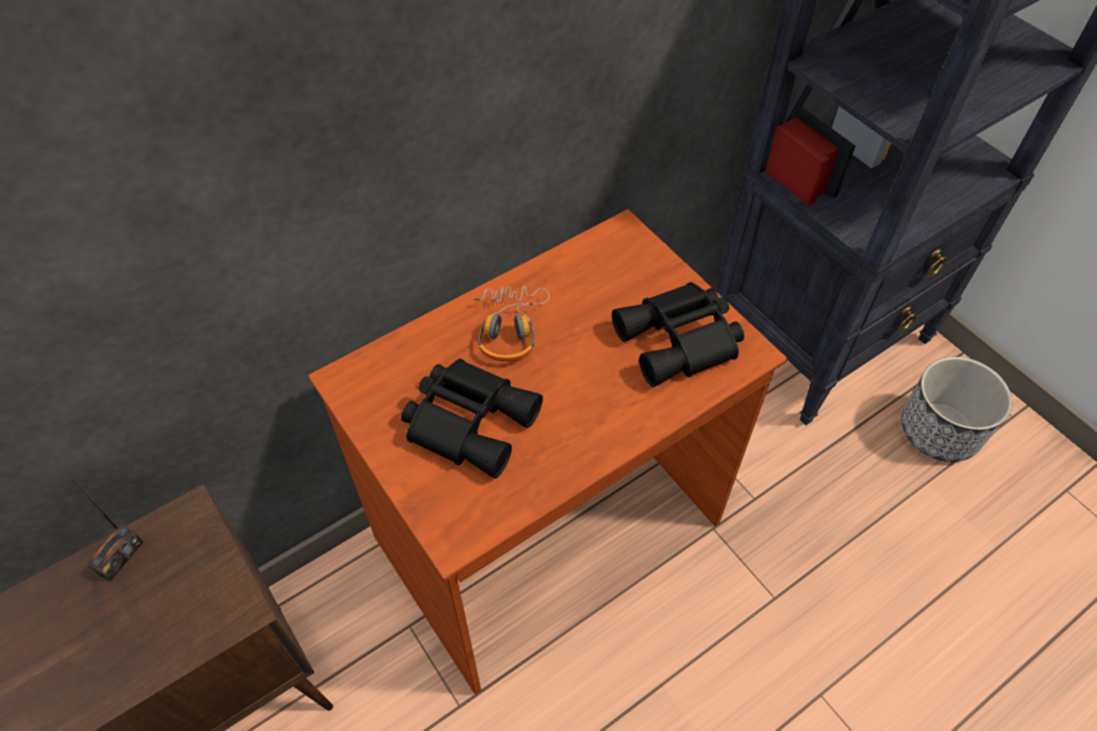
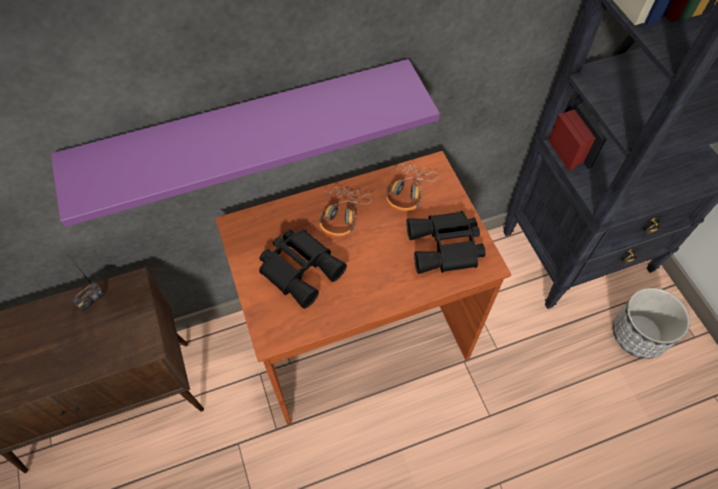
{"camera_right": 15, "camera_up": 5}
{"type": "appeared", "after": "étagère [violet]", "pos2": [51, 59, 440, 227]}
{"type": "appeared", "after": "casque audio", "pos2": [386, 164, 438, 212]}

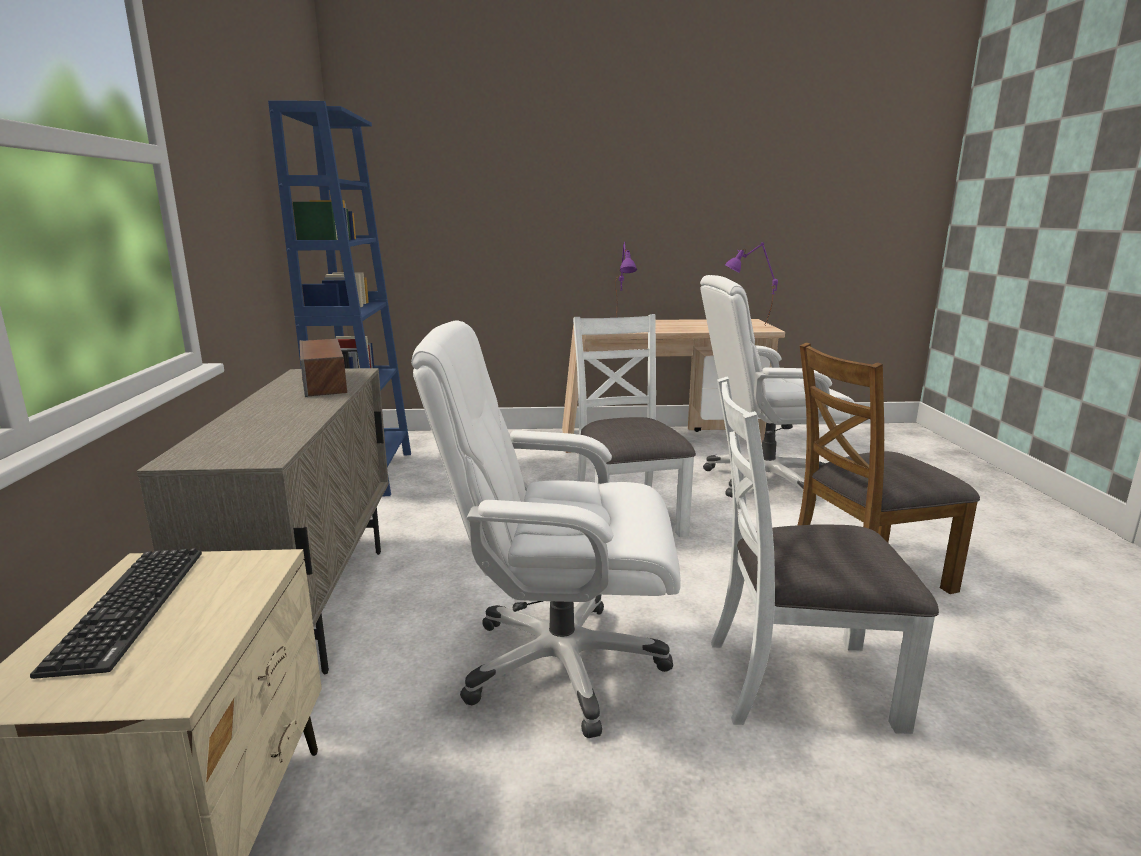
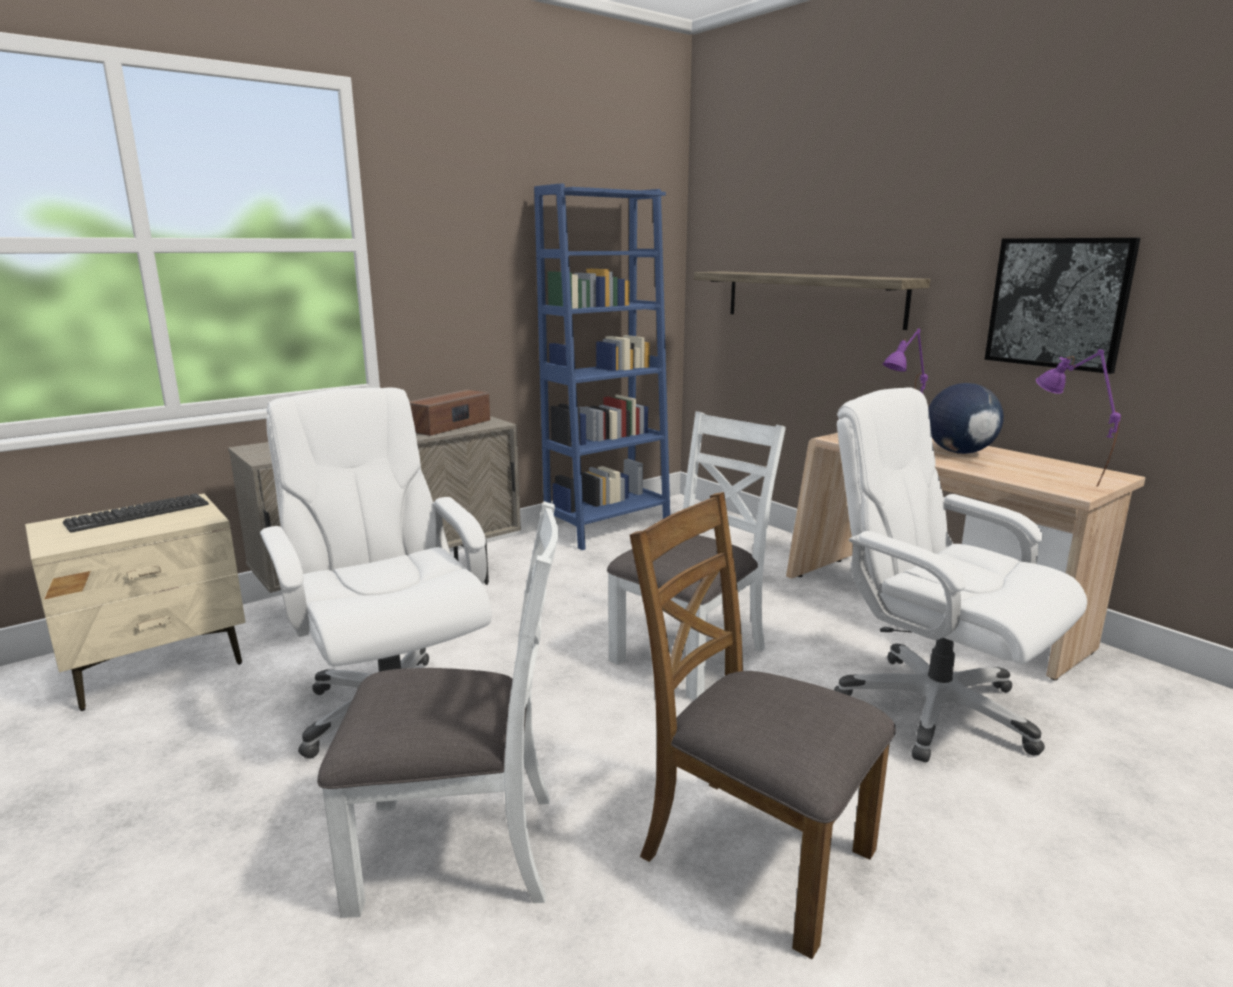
{"camera_right": 55, "camera_up": 0}
{"type": "spun", "before": "chaise [blanc]", "pos1": [711, 377, 939, 734], "pos2": [317, 501, 559, 918], "turn": 120}
{"type": "appeared", "after": "tableau", "pos2": [984, 238, 1141, 374]}
{"type": "appeared", "after": "étagère", "pos2": [694, 271, 930, 330]}
{"type": "appeared", "after": "globe", "pos2": [928, 383, 1004, 454]}

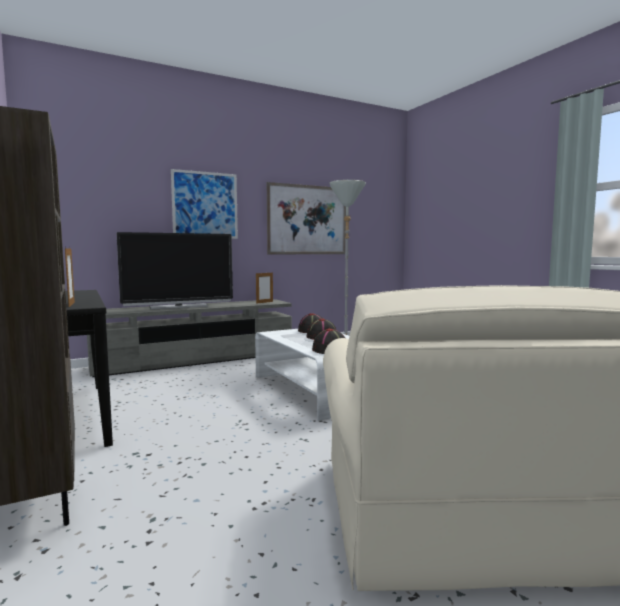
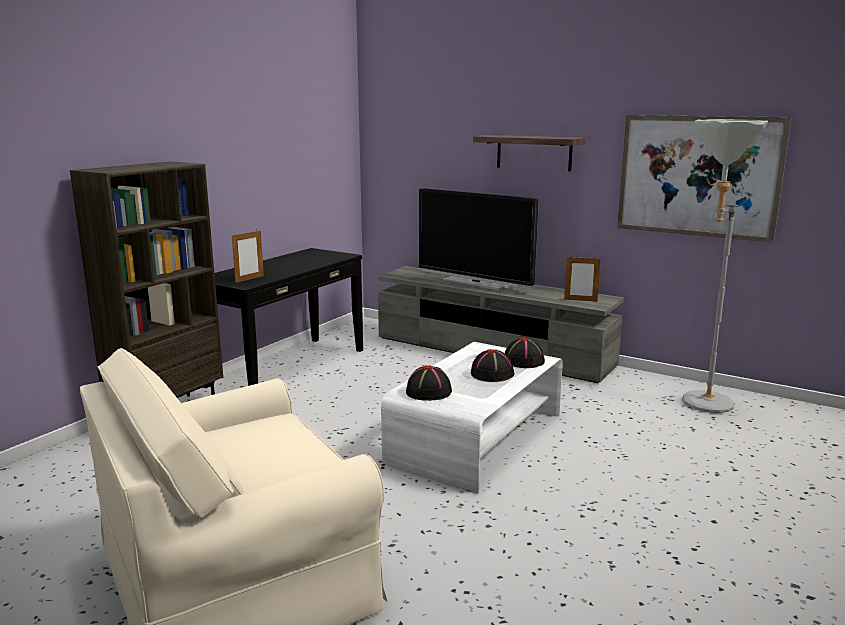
{"camera_right": 60, "camera_up": 10}
{"type": "exchanged", "before": "tableau", "after": "étagère", "pos1": [171, 169, 238, 239], "pos2": [473, 135, 585, 171]}

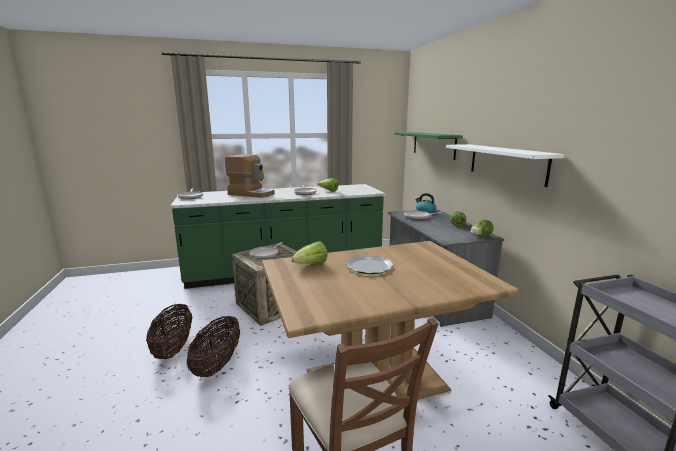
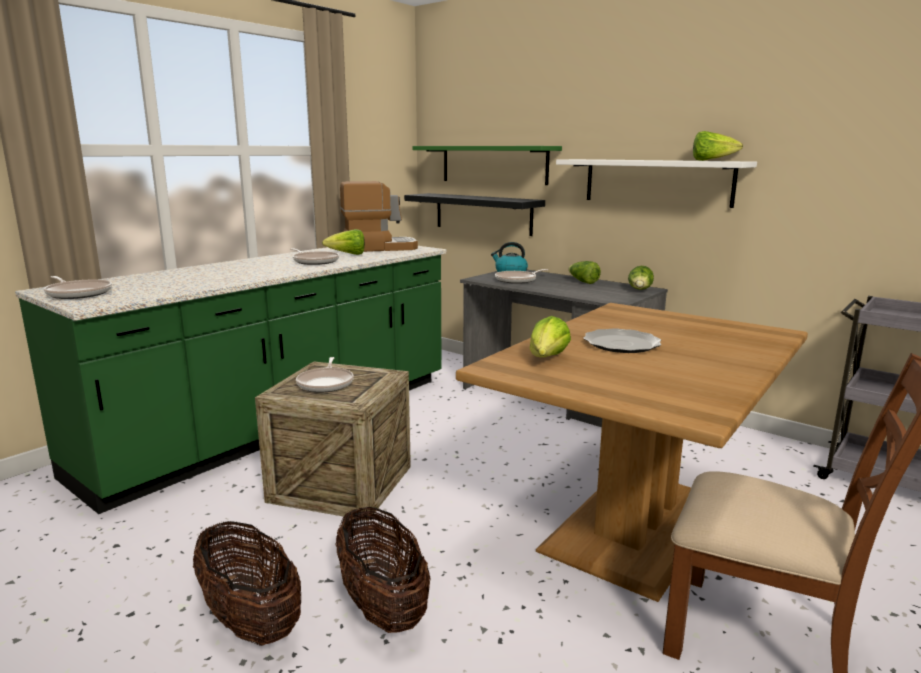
{"camera_right": -35, "camera_up": 0}
{"type": "relocated", "before": "machine à café", "pos1": [225, 154, 275, 198], "pos2": [340, 181, 418, 252]}
{"type": "appeared", "after": "laitue", "pos2": [693, 131, 743, 161]}
{"type": "appeared", "after": "étagère [noir]", "pos2": [404, 193, 545, 236]}

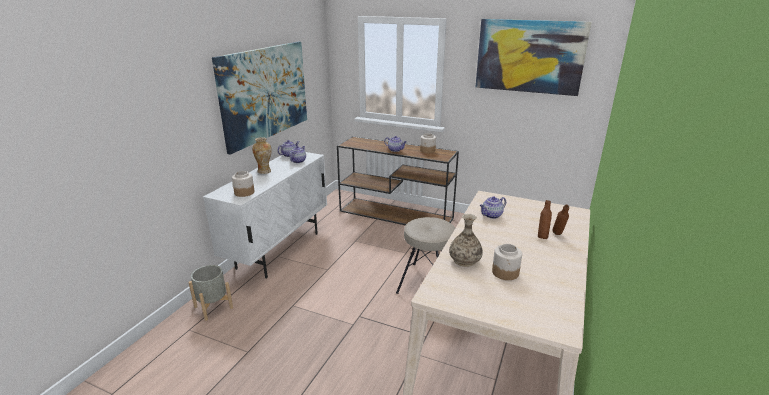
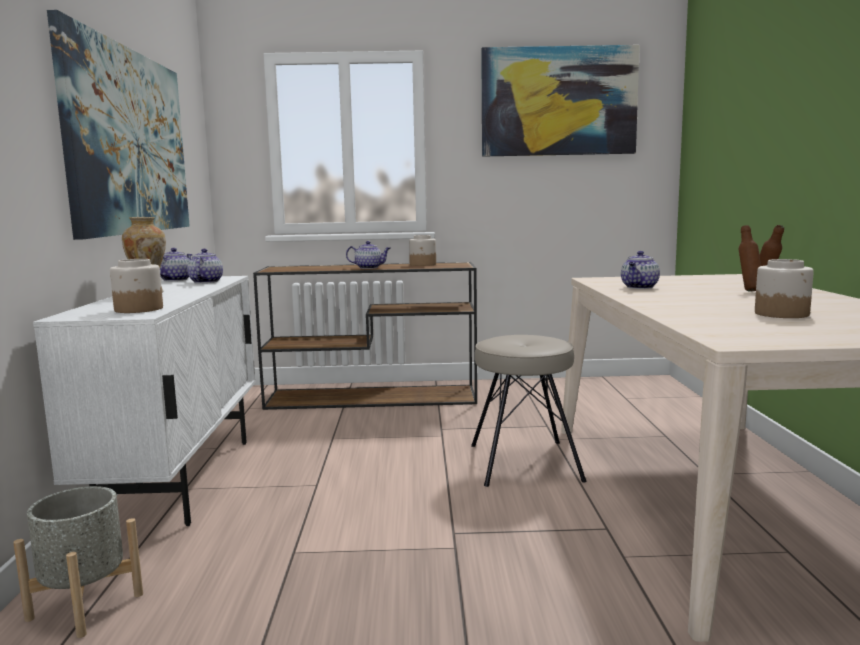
{"camera_right": -25, "camera_up": -15}
{"type": "missing", "before": "vase", "pos1": [449, 214, 483, 267]}

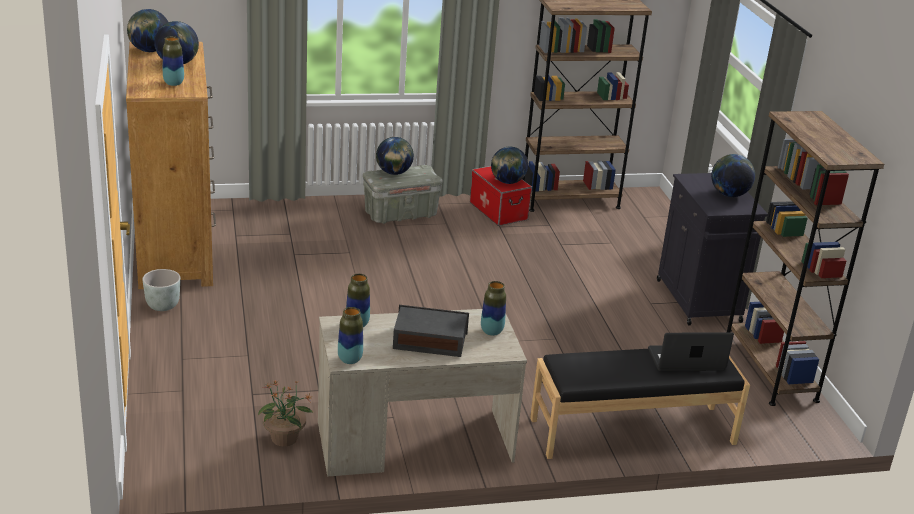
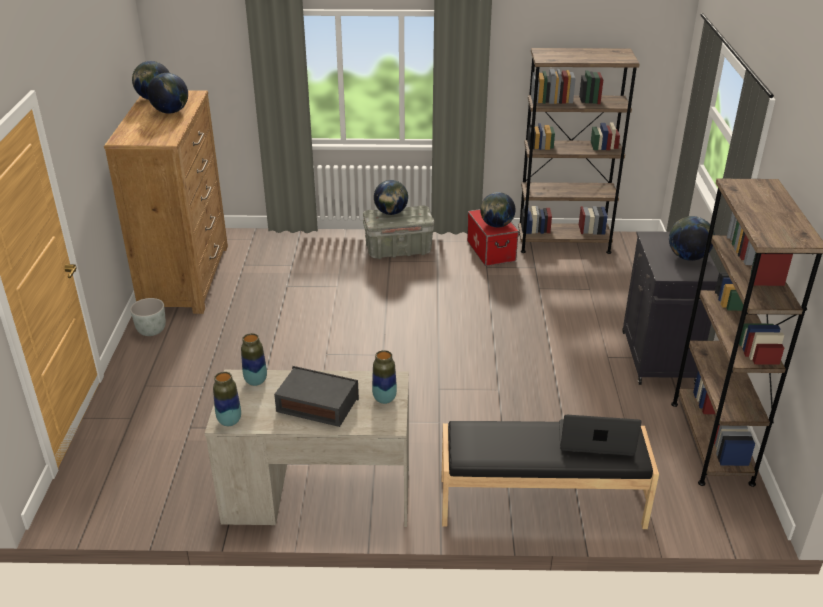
{"camera_right": 15, "camera_up": 5}
{"type": "missing", "before": "vase", "pos1": [163, 36, 184, 86]}
{"type": "missing", "before": "plante en pot", "pos1": [258, 381, 314, 446]}

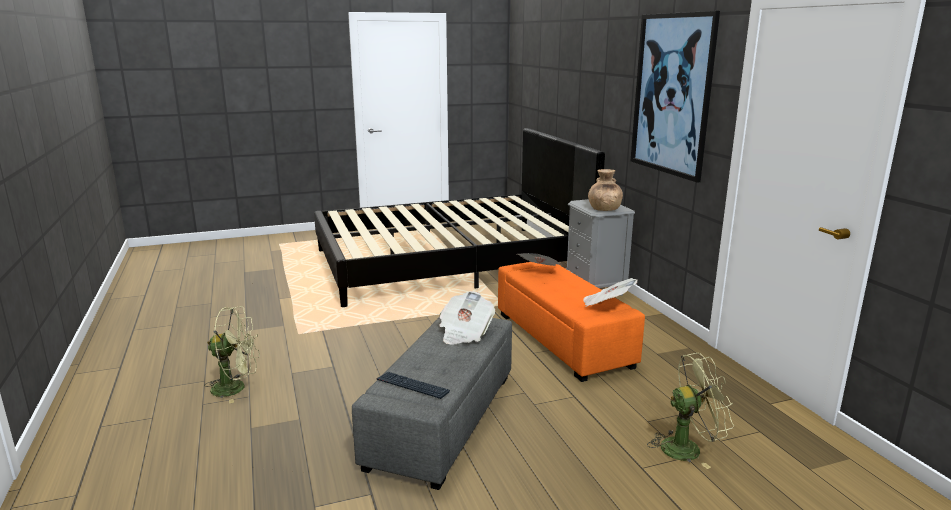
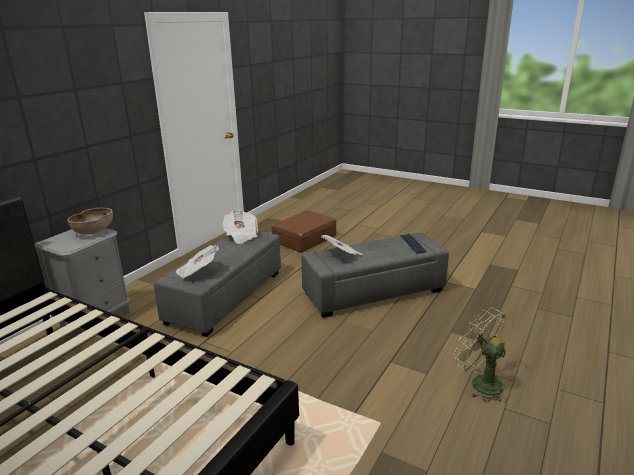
{"camera_right": -130, "camera_up": 5}
{"type": "missing", "before": "tableau", "pos1": [631, 11, 720, 183]}
{"type": "exchanged", "before": "vase [marron]", "after": "bol [marron]", "pos1": [588, 169, 623, 211], "pos2": [67, 208, 113, 235]}
{"type": "colour", "before": "pouf [orange]", "after": "pouf [gris]", "pos1": [498, 262, 645, 382], "pos2": [153, 231, 281, 337]}
{"type": "exchanged", "before": "ventilateur [vert]", "after": "valise [marron]", "pos1": [647, 353, 734, 469], "pos2": [271, 210, 336, 253]}

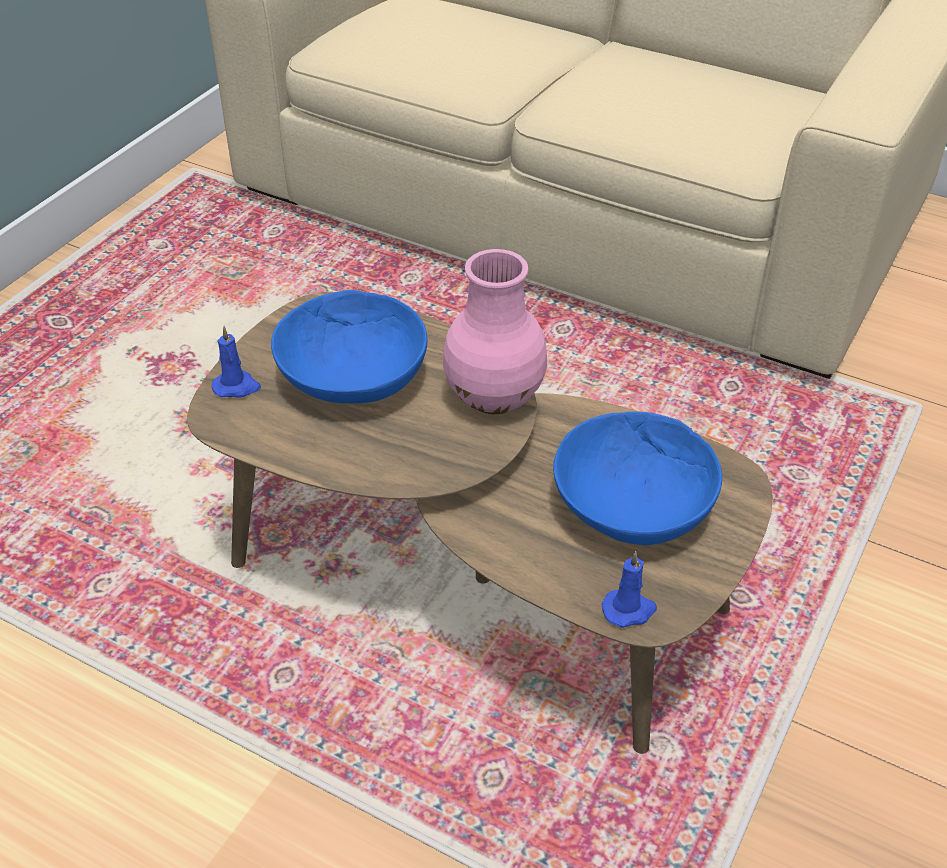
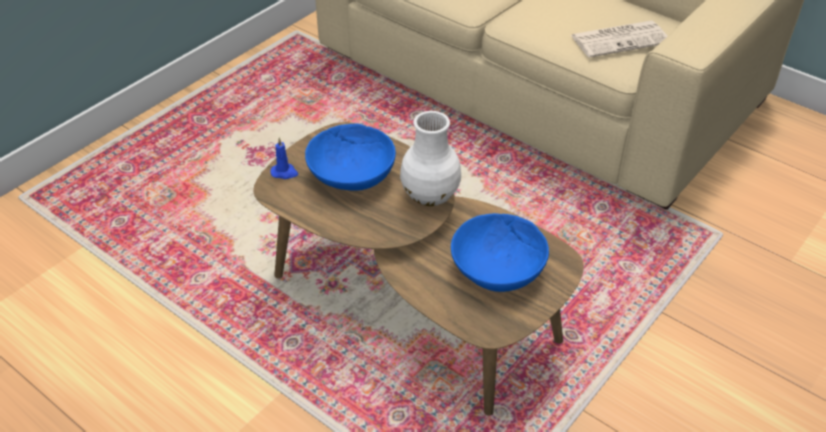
{"camera_right": 10, "camera_up": 0}
{"type": "colour", "before": "vase [rose]", "after": "vase [blanc]", "pos1": [443, 249, 547, 414], "pos2": [400, 111, 461, 206]}
{"type": "missing", "before": "bougie [bleu]", "pos1": [602, 551, 657, 628]}
{"type": "appeared", "after": "journal", "pos2": [571, 21, 667, 58]}

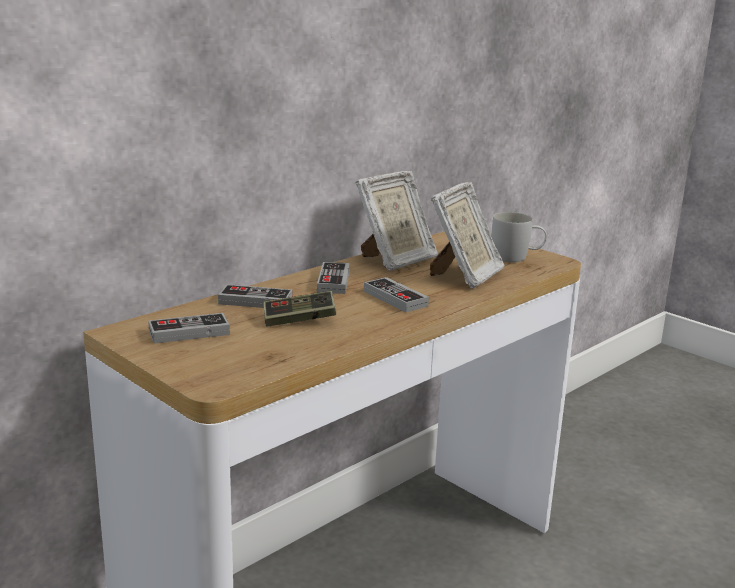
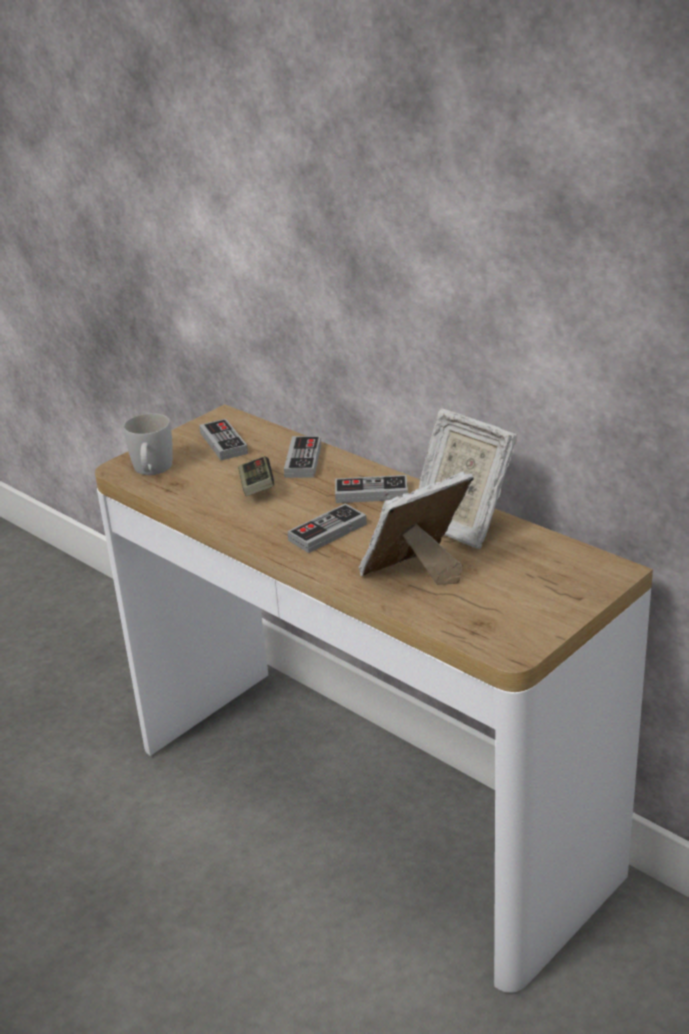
{"camera_right": 90, "camera_up": 10}
{"type": "spun", "before": "cadre photo", "pos1": [430, 182, 504, 289], "pos2": [359, 471, 474, 585], "turn": 120}
{"type": "relocated", "before": "mug [blanc]", "pos1": [492, 212, 547, 262], "pos2": [124, 413, 173, 475]}

